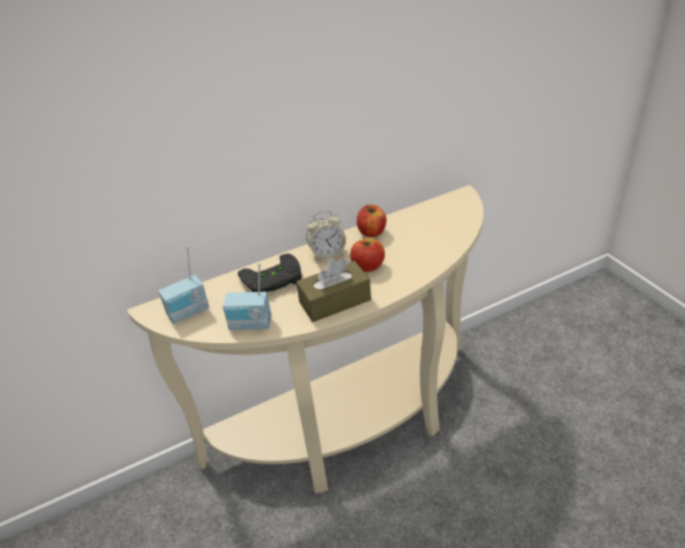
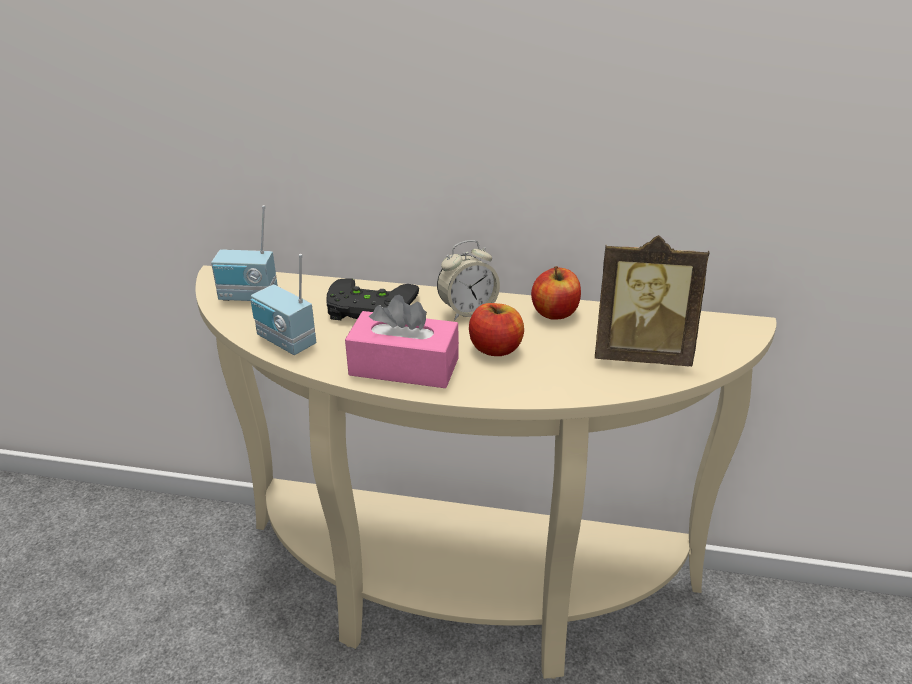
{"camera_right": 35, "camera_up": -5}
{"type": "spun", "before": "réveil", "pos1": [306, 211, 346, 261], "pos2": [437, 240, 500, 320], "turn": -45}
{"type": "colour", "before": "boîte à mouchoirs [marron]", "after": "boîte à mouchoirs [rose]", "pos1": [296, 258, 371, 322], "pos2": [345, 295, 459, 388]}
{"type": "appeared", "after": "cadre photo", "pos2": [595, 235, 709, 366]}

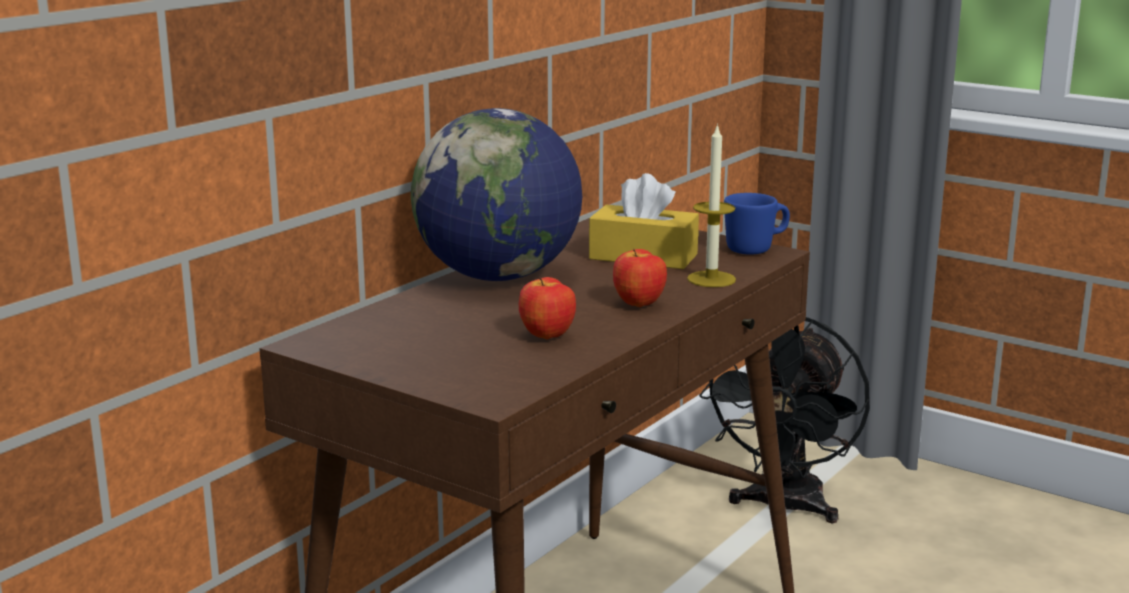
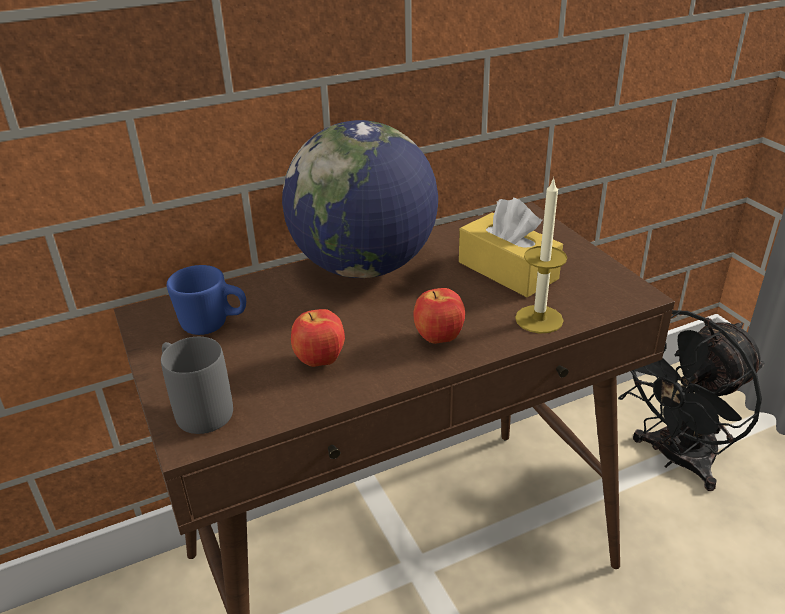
{"camera_right": 30, "camera_up": 15}
{"type": "relocated", "before": "mug [bleu]", "pos1": [724, 193, 790, 255], "pos2": [167, 265, 246, 335]}
{"type": "appeared", "after": "mug [gris]", "pos2": [161, 337, 233, 434]}

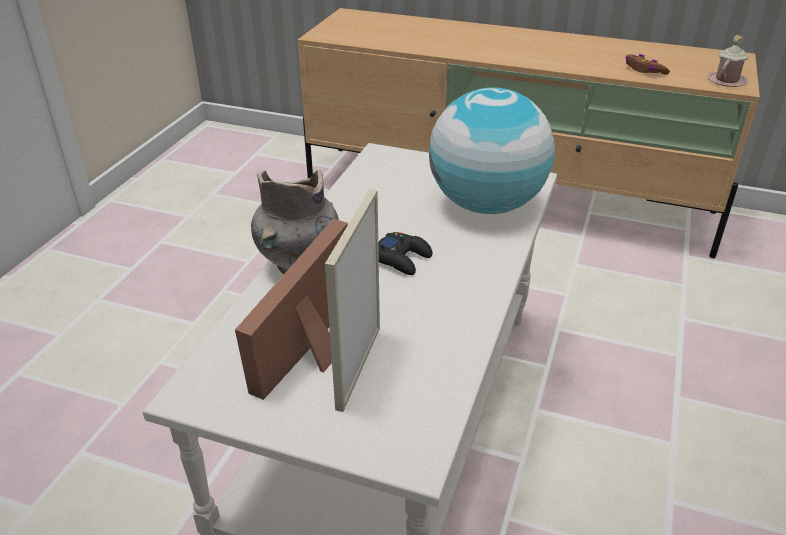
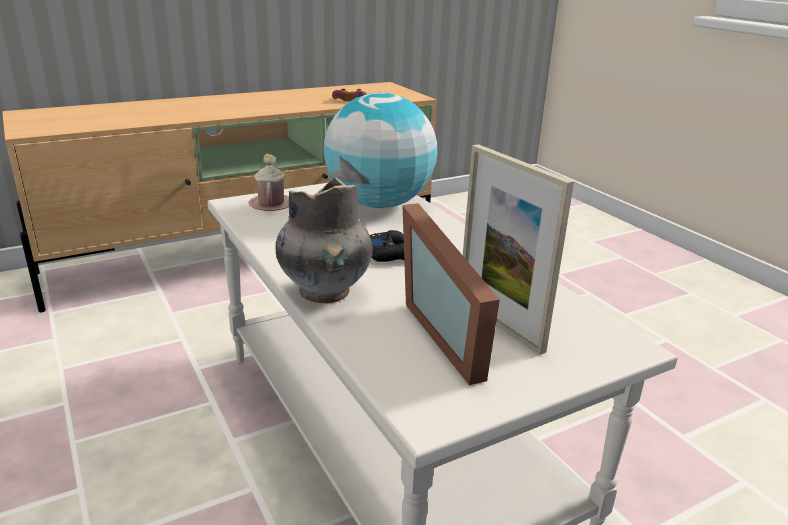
{"camera_right": -50, "camera_up": -10}
{"type": "relocated", "before": "mug [rose]", "pos1": [707, 35, 749, 87], "pos2": [249, 154, 289, 211]}

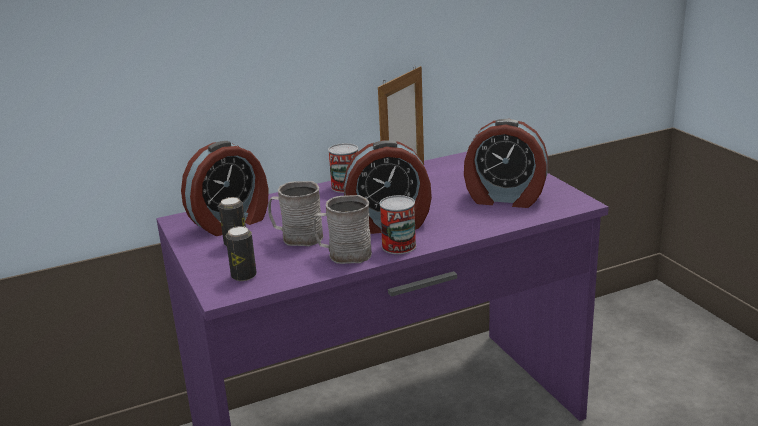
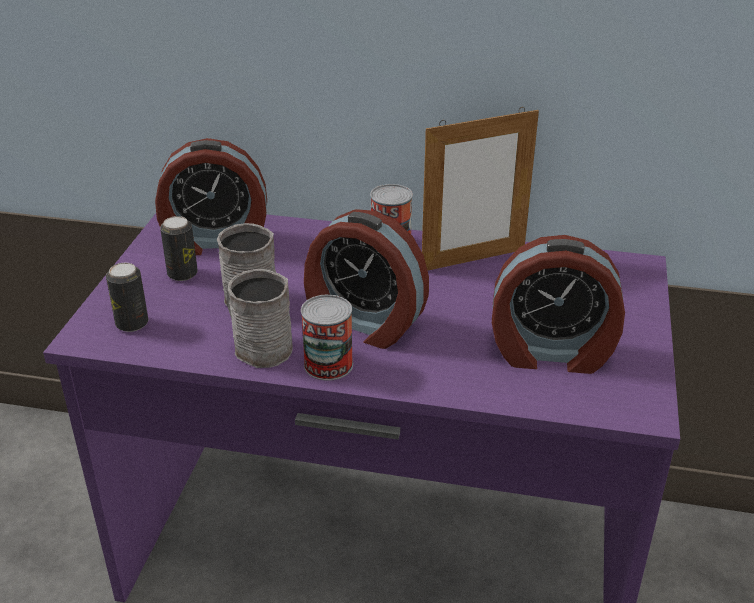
{"camera_right": 35, "camera_up": 10}
{"type": "spun", "before": "réveil", "pos1": [464, 119, 548, 208], "pos2": [492, 235, 625, 374], "turn": -45}

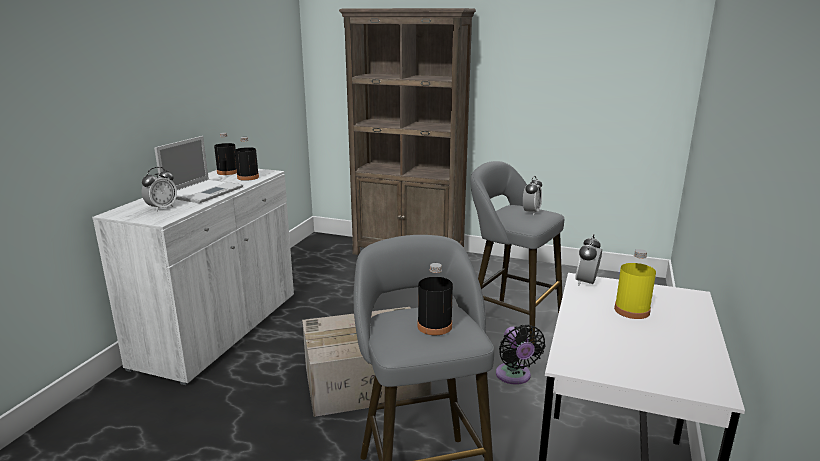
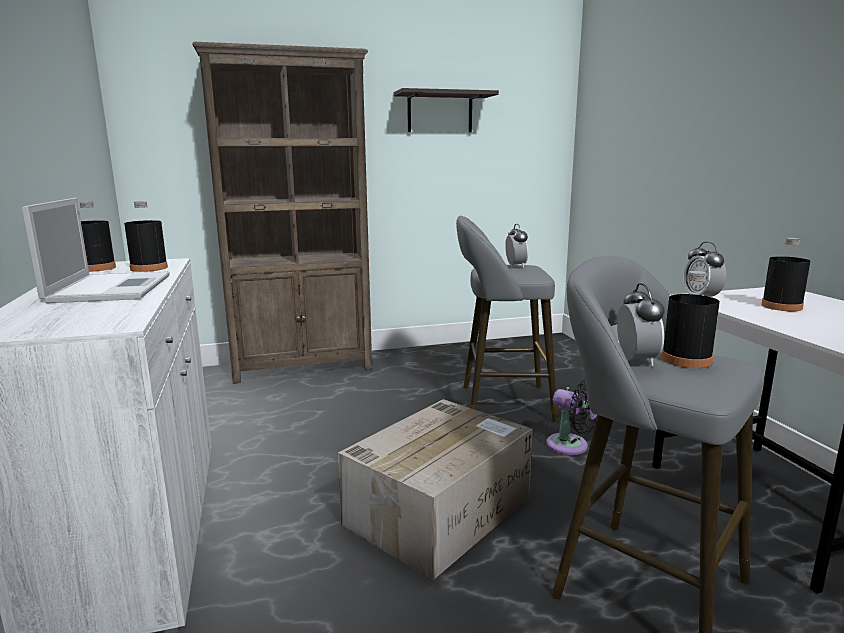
{"camera_right": -35, "camera_up": -5}
{"type": "relocated", "before": "réveil", "pos1": [141, 167, 177, 212], "pos2": [617, 283, 665, 366]}
{"type": "colour", "before": "bouteille [jaune]", "after": "bouteille [noir]", "pos1": [614, 249, 656, 319], "pos2": [761, 238, 810, 311]}
{"type": "appeared", "after": "étagère", "pos2": [393, 88, 499, 132]}

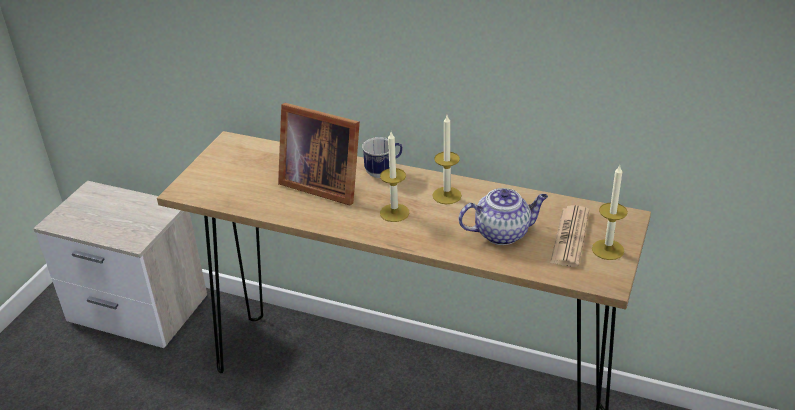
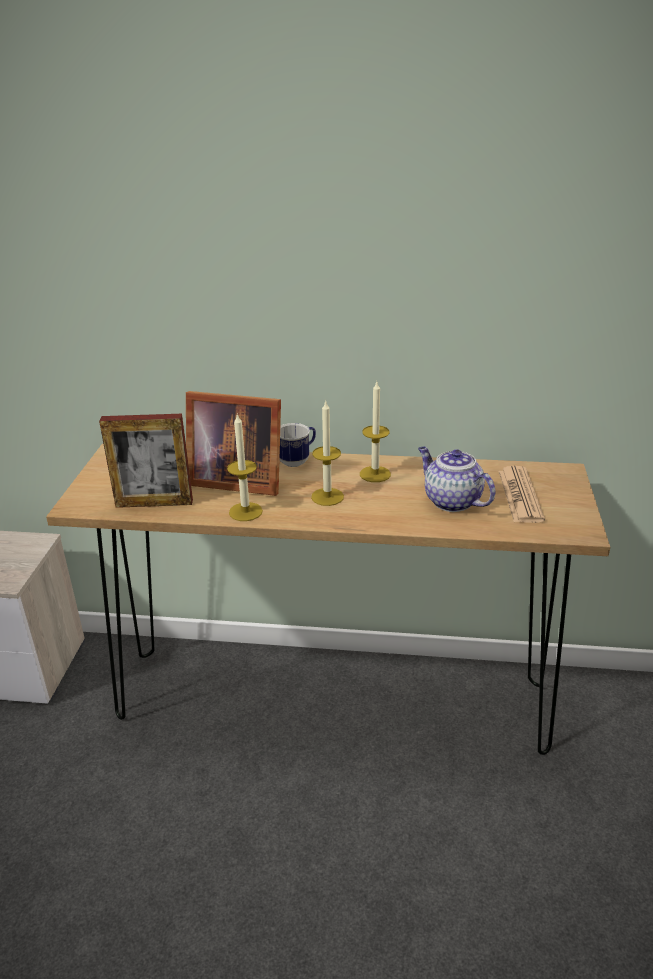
{"camera_right": -15, "camera_up": -5}
{"type": "relocated", "before": "bougie", "pos1": [592, 165, 628, 260], "pos2": [227, 413, 263, 521]}
{"type": "spun", "before": "théière", "pos1": [459, 188, 548, 245], "pos2": [418, 447, 496, 512], "turn": -105}
{"type": "appeared", "after": "cadre photo", "pos2": [99, 414, 193, 508]}

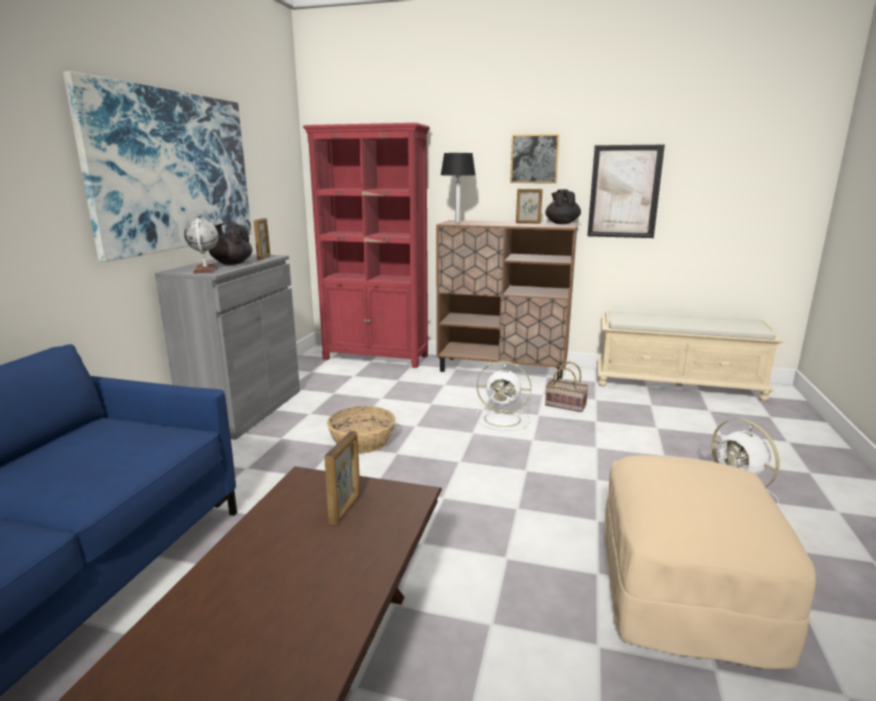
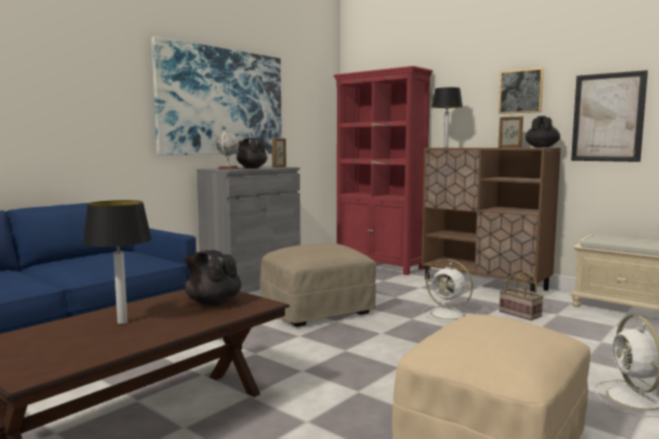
{"camera_right": 25, "camera_up": -10}
{"type": "exchanged", "before": "panier", "after": "pouf [beige]", "pos1": [327, 406, 395, 453], "pos2": [260, 243, 376, 327]}
{"type": "exchanged", "before": "cadre photo", "after": "théière [noir]", "pos1": [324, 431, 360, 526], "pos2": [184, 250, 241, 306]}
{"type": "appeared", "after": "lampe de table", "pos2": [82, 200, 152, 324]}

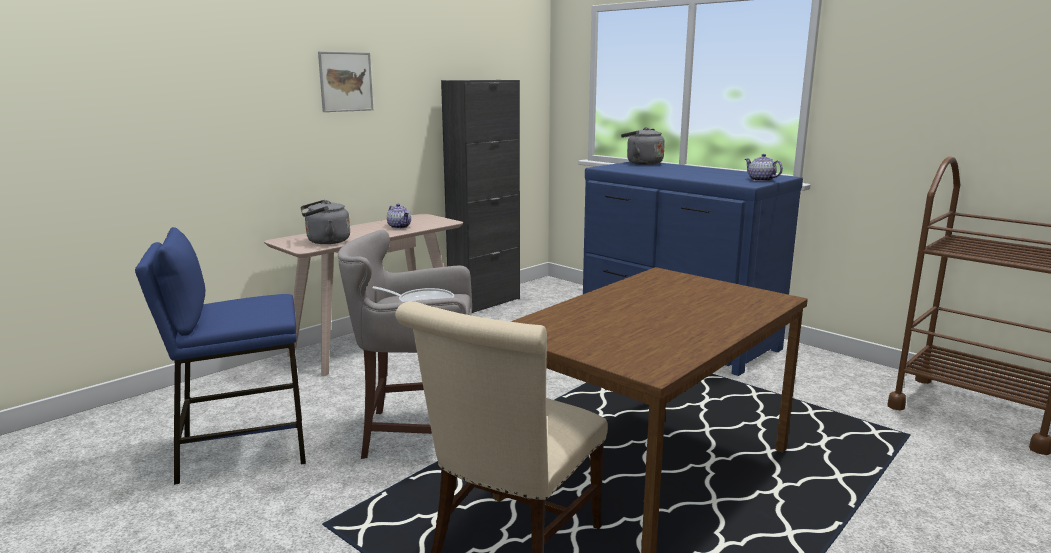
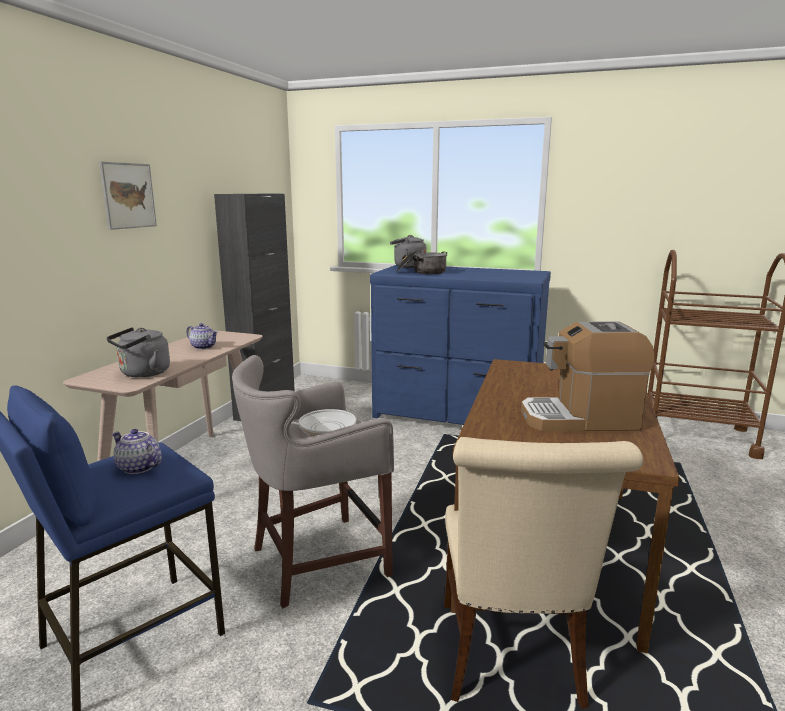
{"camera_right": -25, "camera_up": 0}
{"type": "relocated", "before": "théière", "pos1": [745, 154, 783, 182], "pos2": [112, 429, 162, 474]}
{"type": "appeared", "after": "marmite", "pos2": [396, 249, 447, 274]}
{"type": "appeared", "after": "machine à café", "pos2": [521, 322, 654, 431]}

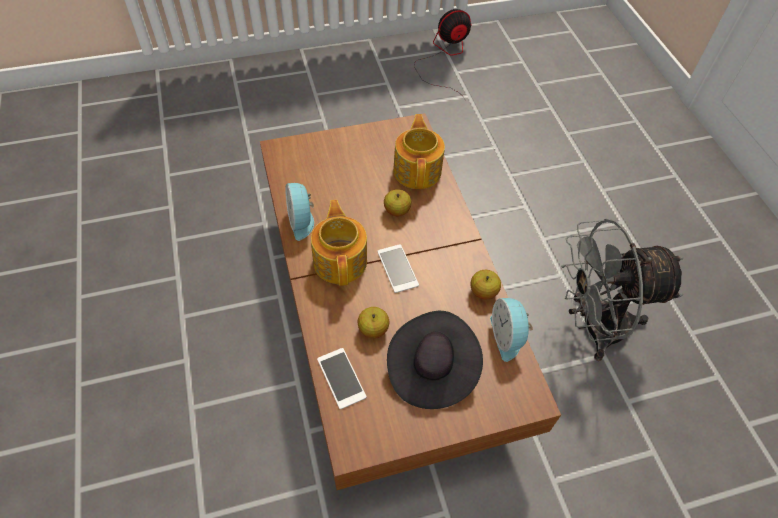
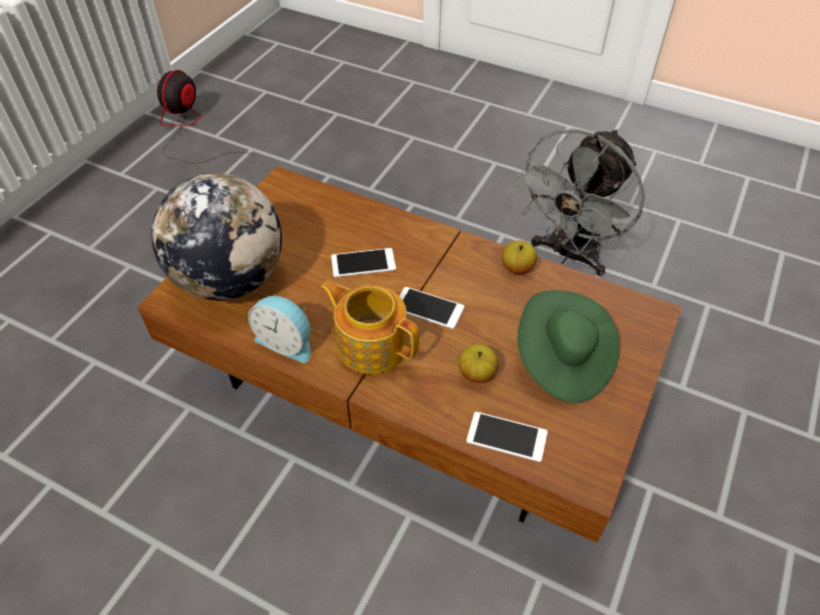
{"camera_right": -45, "camera_up": -5}
{"type": "missing", "before": "théière", "pos1": [393, 114, 445, 189]}
{"type": "exchanged", "before": "pomme", "after": "téléphone", "pos1": [384, 189, 412, 216], "pos2": [331, 248, 396, 277]}
{"type": "missing", "before": "réveil", "pos1": [490, 298, 533, 362]}
{"type": "colour", "before": "chapeau [noir]", "after": "chapeau [vert]", "pos1": [387, 311, 483, 409], "pos2": [517, 290, 620, 403]}
{"type": "appeared", "after": "globe", "pos2": [151, 173, 282, 300]}

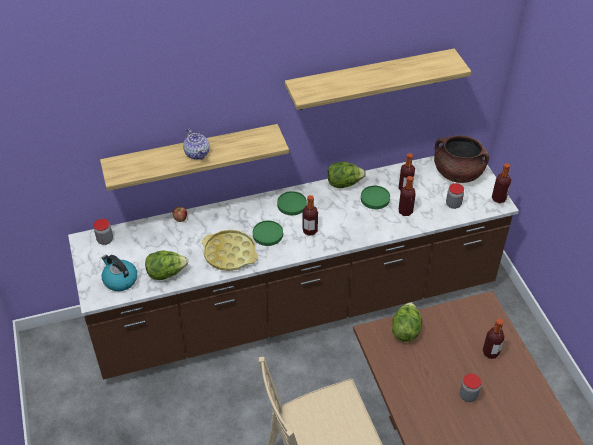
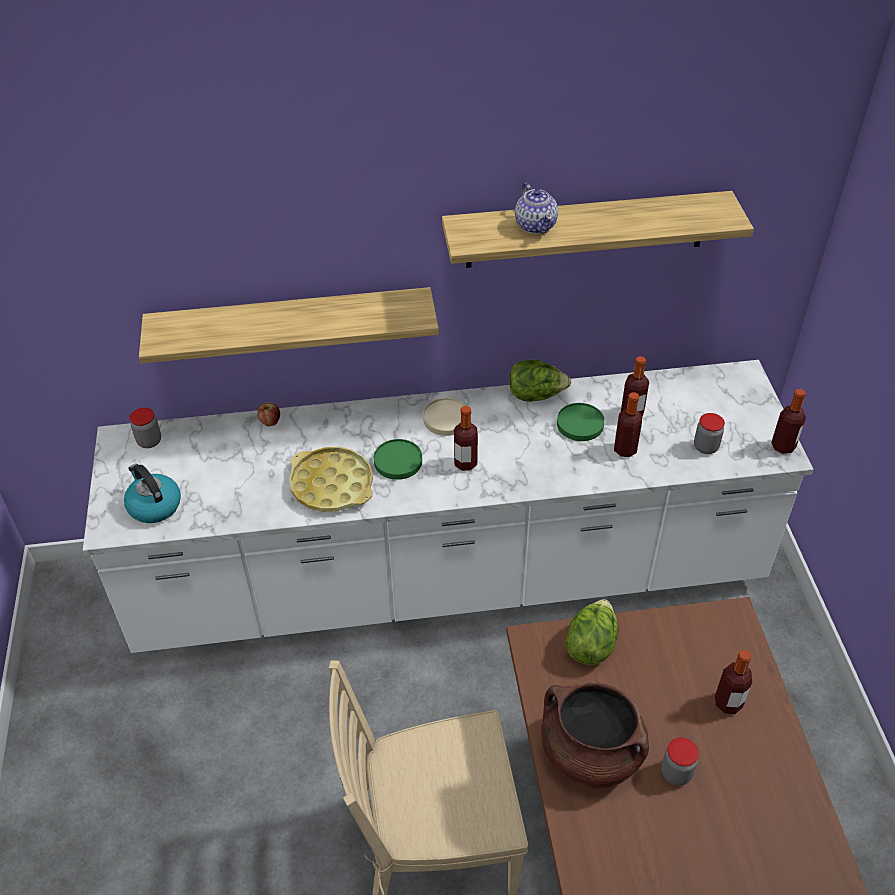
{"camera_right": 10, "camera_up": 0}
{"type": "relocated", "before": "théière", "pos1": [183, 129, 210, 160], "pos2": [515, 183, 558, 234]}
{"type": "relocated", "before": "marmite [marron]", "pos1": [434, 135, 489, 183], "pos2": [541, 682, 649, 789]}
{"type": "colour", "before": "comptoir de cuisine [marron]", "after": "comptoir de cuisine [blanc]", "pos1": [68, 156, 519, 379], "pos2": [83, 360, 814, 653]}
{"type": "colour", "before": "assiette [vert]", "after": "assiette [beige]", "pos1": [277, 191, 307, 215], "pos2": [423, 398, 467, 436]}
{"type": "missing", "before": "laitue", "pos1": [145, 250, 189, 280]}

